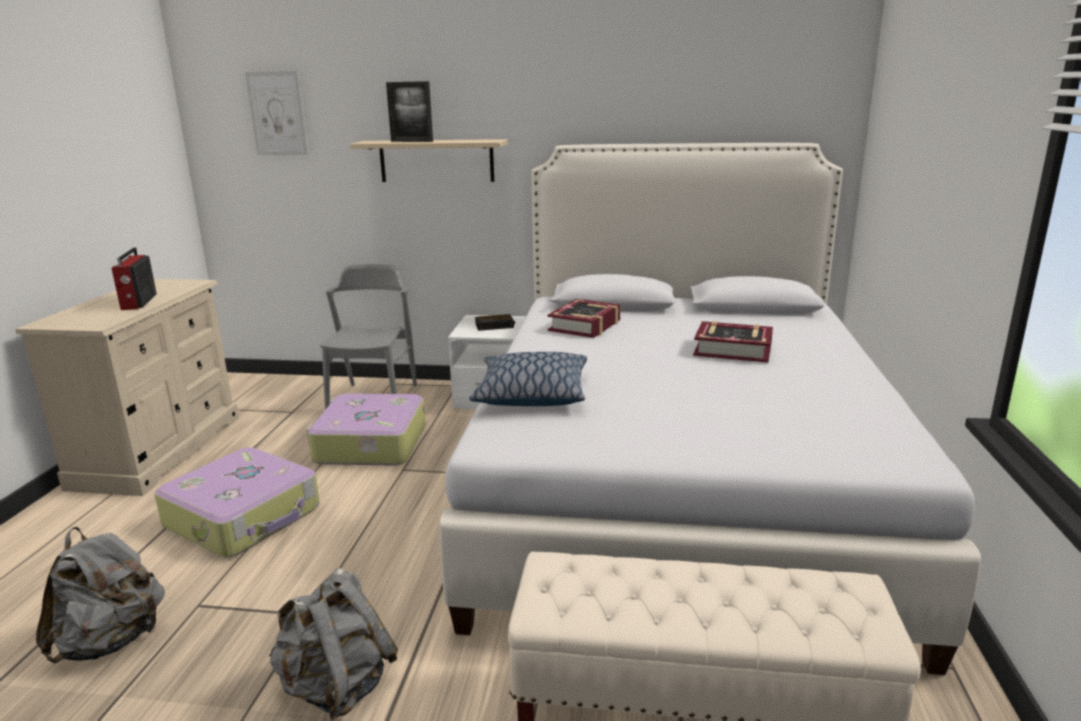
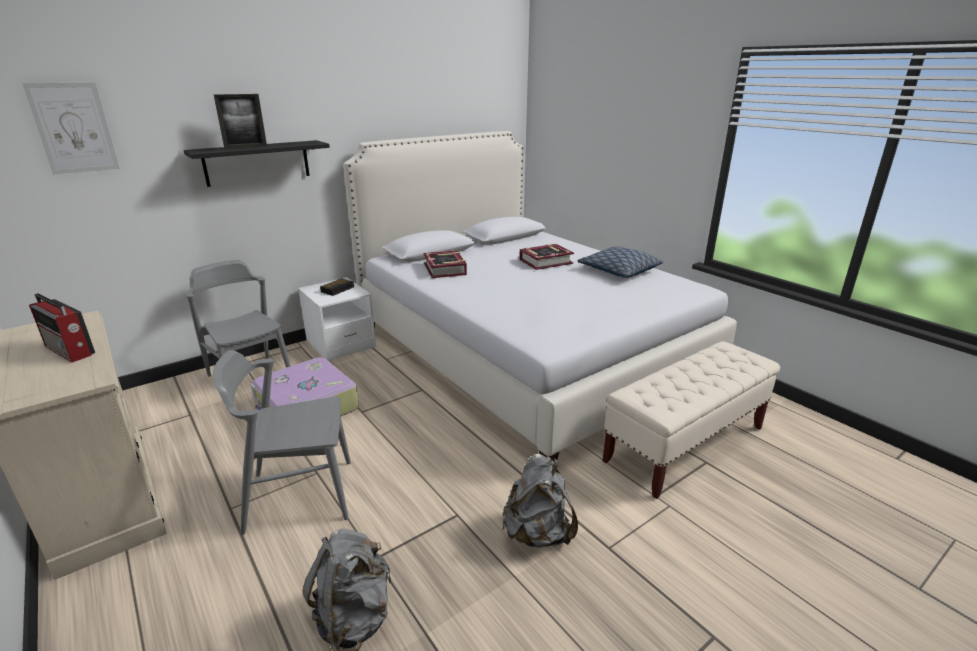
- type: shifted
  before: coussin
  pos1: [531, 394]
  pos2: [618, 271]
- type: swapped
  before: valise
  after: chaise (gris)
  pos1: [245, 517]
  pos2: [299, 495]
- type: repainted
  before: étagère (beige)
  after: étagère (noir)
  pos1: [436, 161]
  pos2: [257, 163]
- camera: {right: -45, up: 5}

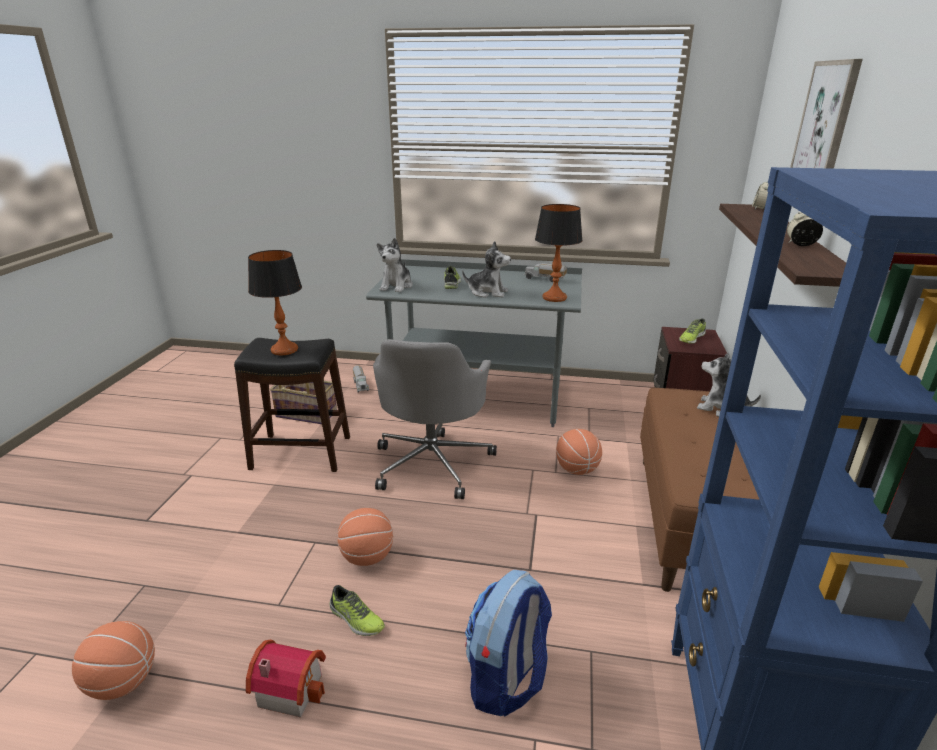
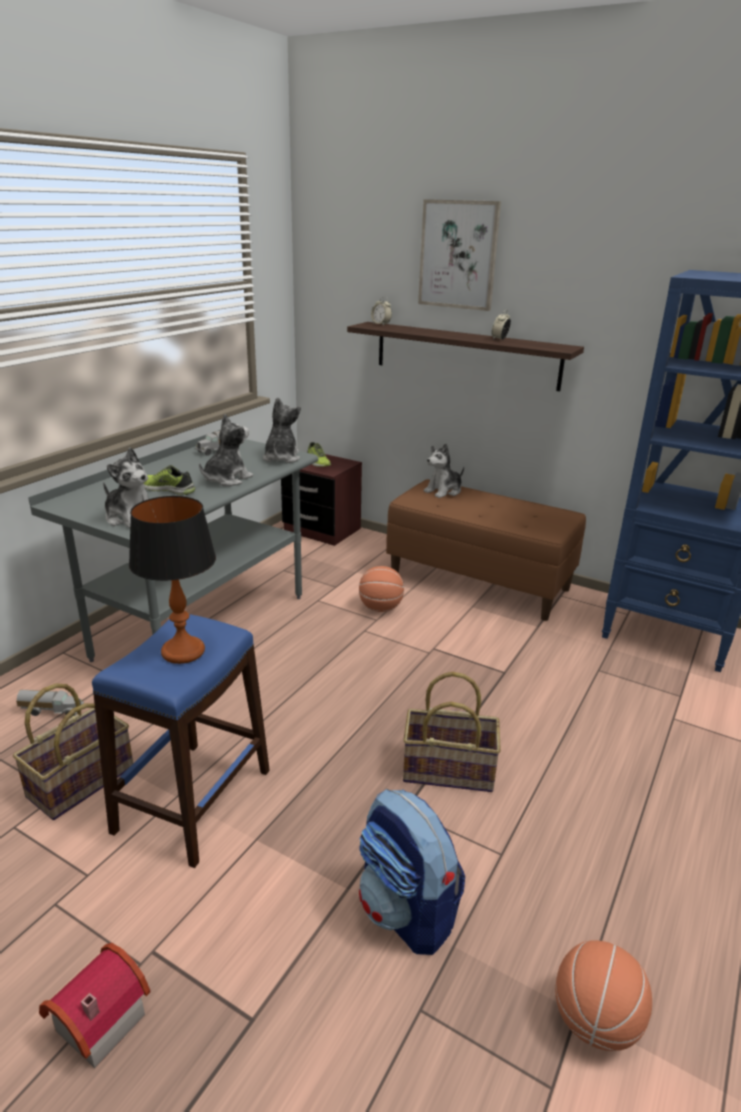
- type: gone
  before: chaussure
  pos1: [356, 619]
- type: gone
  before: chaise de bureau (gris)
  pos1: [433, 462]
- type: shifted
  before: maison miniature
  pos1: [290, 686]
  pos2: [95, 1021]
- type: shifted
  before: sac à dos
  pos1: [506, 679]
  pos2: [407, 912]
- type: swapped
  before: ballon de basket
  after: panier
  pos1: [367, 557]
  pos2: [449, 769]
- type: swapped
  before: lampe de table
  after: peluche
  pos1: [554, 297]
  pos2: [281, 458]
- type: repainted
  before: tabouret (noir)
  after: tabouret (bleu)
  pos1: [301, 452]
  pos2: [192, 800]
- camera: {right: -70, up: 0}

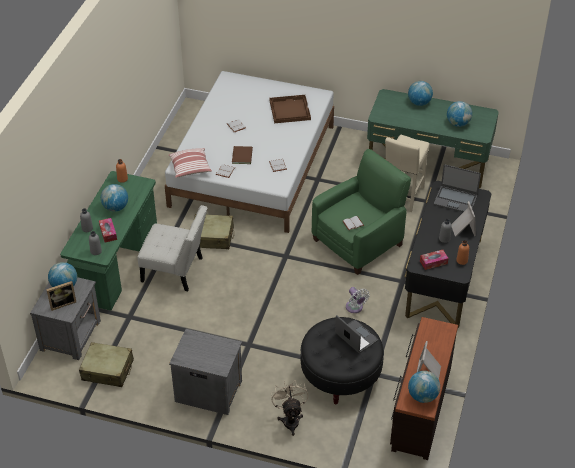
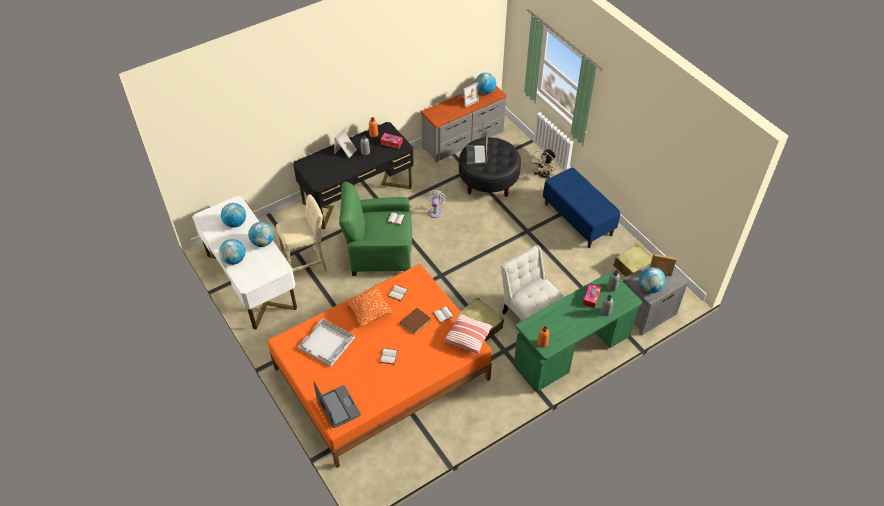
- type: new
  after: coussin (orange)
  pos2: [369, 312]
- type: shifted
  before: globe
  pos1: [115, 207]
  pos2: [263, 242]
- type: shifted
  before: ordinateur portable
  pos1: [455, 200]
  pos2: [338, 407]
- type: swapped
  before: table de chevet (gris)
  after: banc (bleu)
  pos1: [208, 390]
  pos2: [578, 219]
- type: repainted
  before: lit (blanc)
  after: lit (orange)
  pos1: [253, 165]
  pos2: [381, 373]
- type: repainted
  before: plateau (marron)
  after: plateau (blanc)
  pos1: [289, 110]
  pos2: [327, 343]
- type: repainted
  before: bureau (vert)
  after: bureau (blanc)
  pos1: [428, 162]
  pos2: [251, 281]
- type: repainted
  before: commode (marron)
  after: commode (gris)
  pos1: [420, 408]
  pos2: [463, 140]
- camera: {right: -140, up: 5}

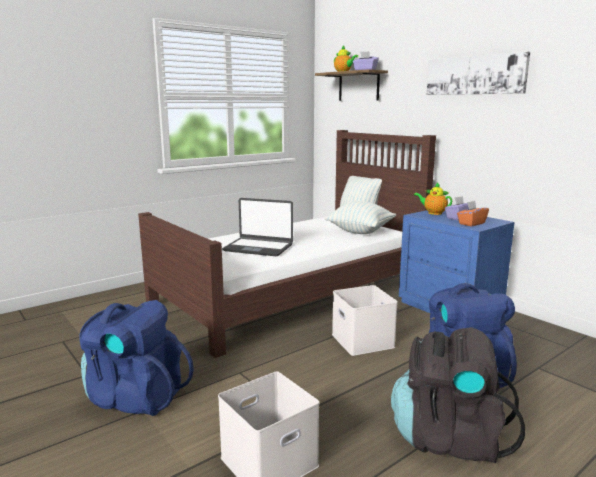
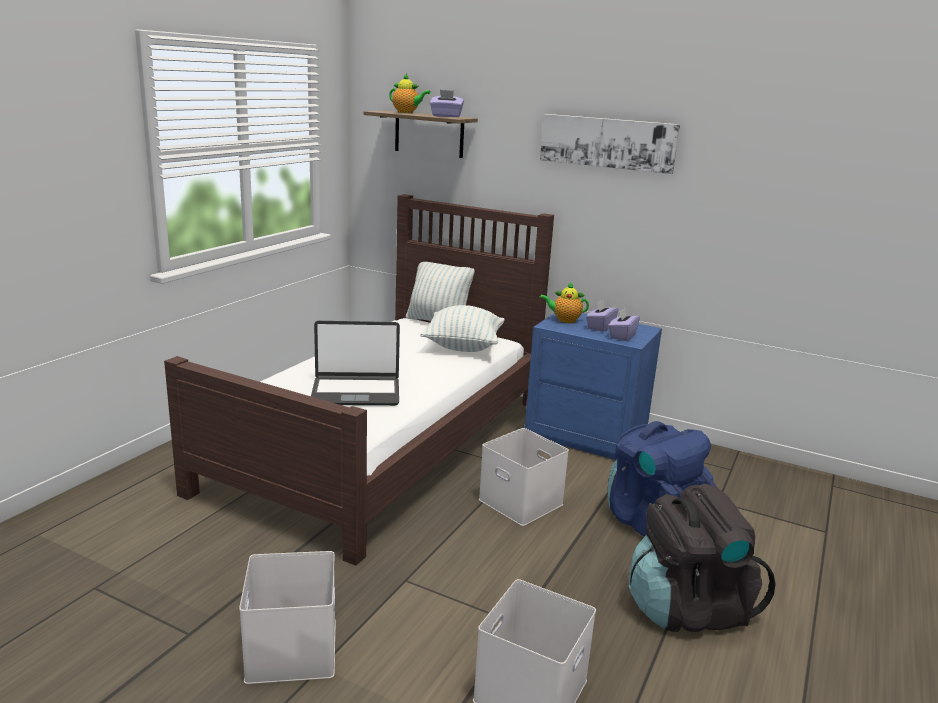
- type: swapped
  before: sac à dos (bleu)
  after: boîte de rangement (blanc)
  pos1: [135, 397]
  pos2: [294, 650]
- type: repainted
  before: boîte à mouchoirs (orange)
  after: boîte à mouchoirs (violet)
  pos1: [471, 223]
  pos2: [622, 336]
- camera: {right: -25, up: 5}

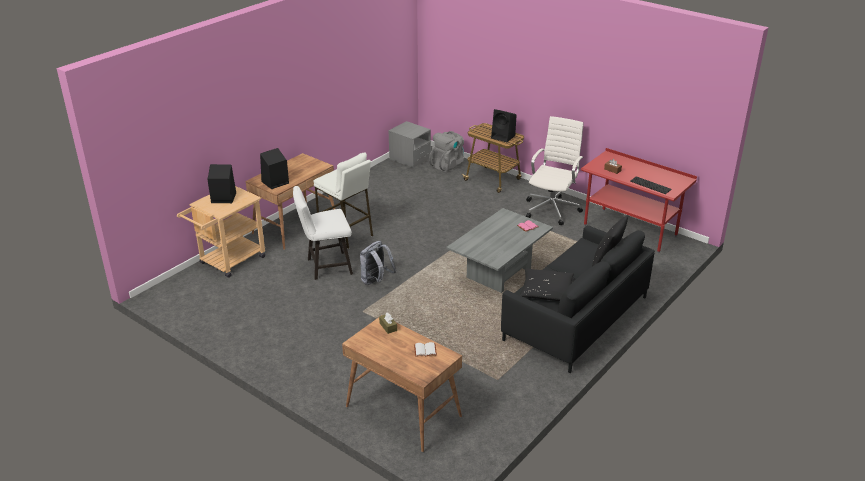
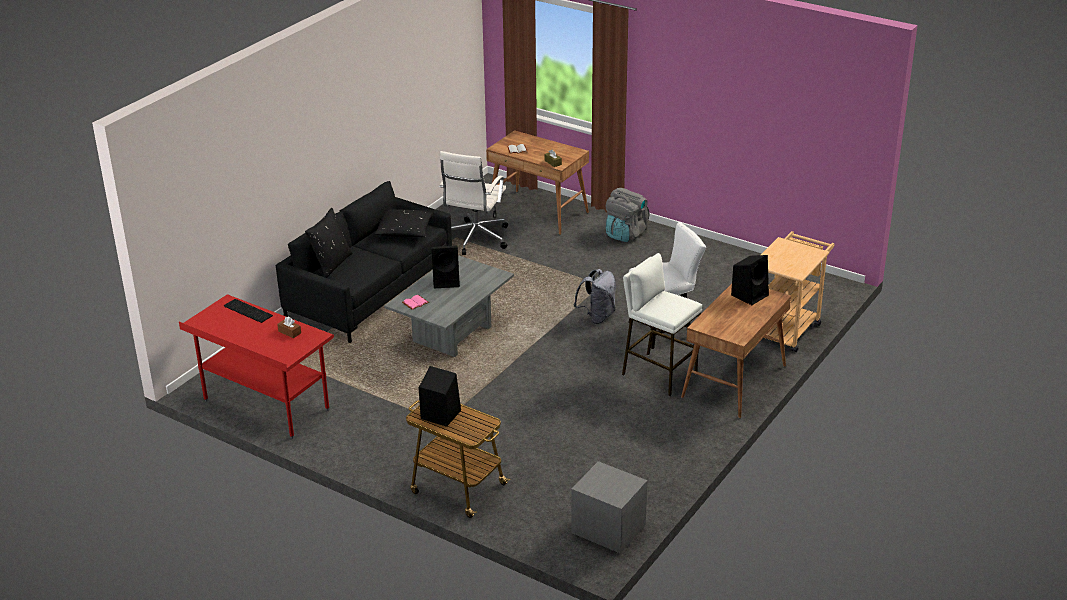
- type: shifted
  before: enceinte (noir)
  pos1: [223, 198]
  pos2: [447, 281]
- type: shifted
  before: sac à dos (gris)
  pos1: [447, 165]
  pos2: [625, 234]
- type: shifted
  before: chaise de bureau (blanc)
  pos1: [552, 209]
  pos2: [475, 239]
- camera: {right: 175, up: 0}

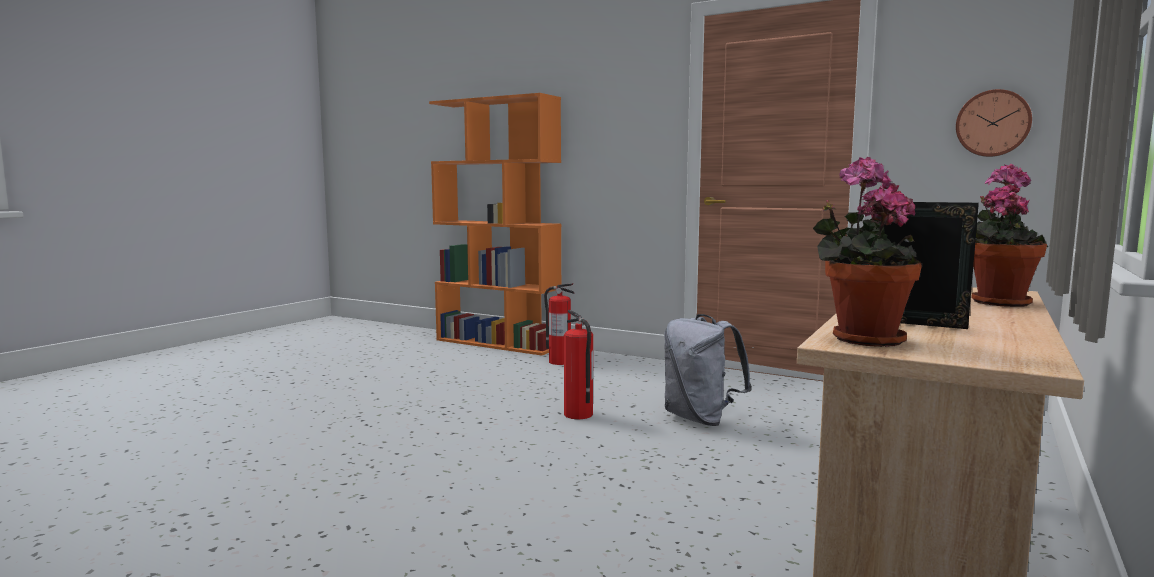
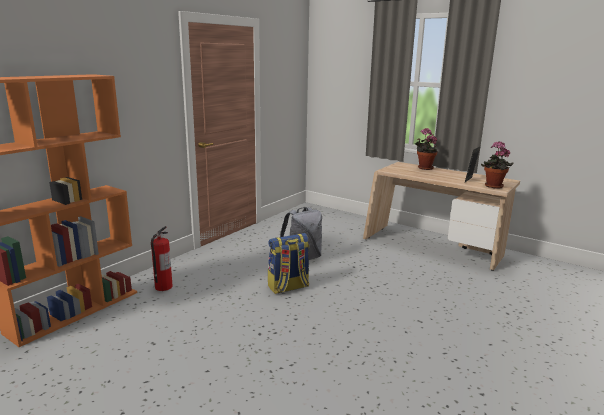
- type: gone
  before: horloge murale
  pos1: [992, 123]
- type: swapped
  before: extincteur
  after: sac à dos
  pos1: [578, 414]
  pos2: [288, 287]
- camera: {right: -85, up: 10}

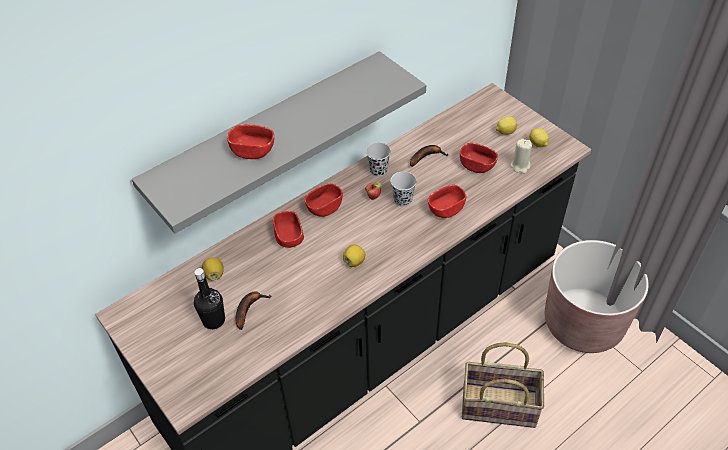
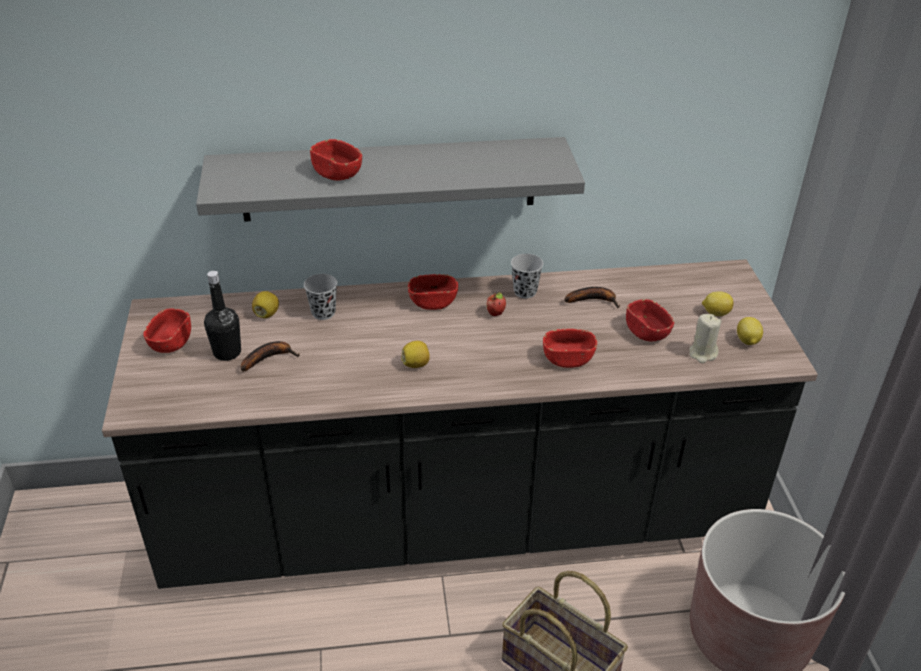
- type: shifted
  before: bol (rouge)
  pos1: [289, 237]
  pos2: [171, 342]
- type: shifted
  before: tasse (noir)
  pos1: [403, 200]
  pos2: [323, 313]
- camera: {right: 30, up: -10}

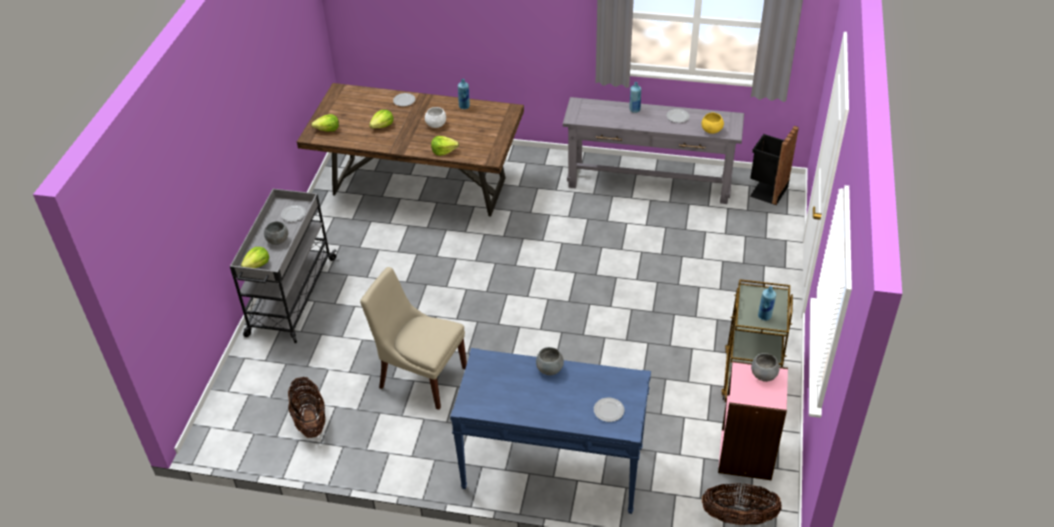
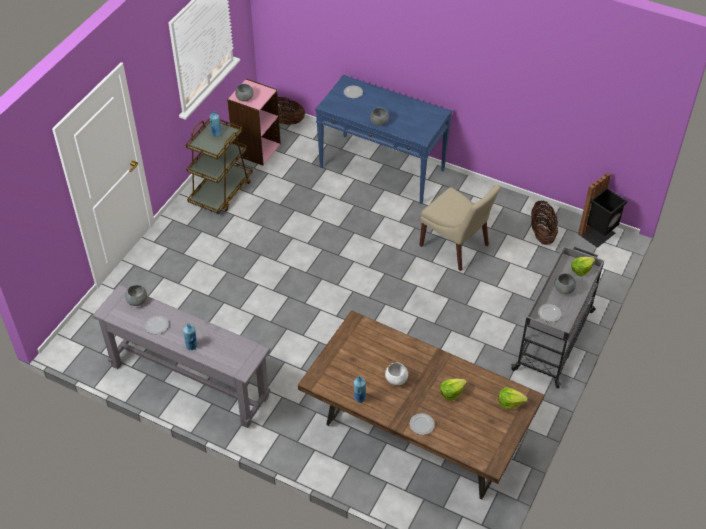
- type: gone
  before: laitue
  pos1: [444, 151]
- type: shifted
  before: poubelle (noir)
  pos1: [767, 191]
  pos2: [598, 234]
- type: repainted
  before: bol (jaune)
  after: bol (gris)
  pos1: [711, 130]
  pos2: [137, 301]
- camera: {right: -165, up: 5}

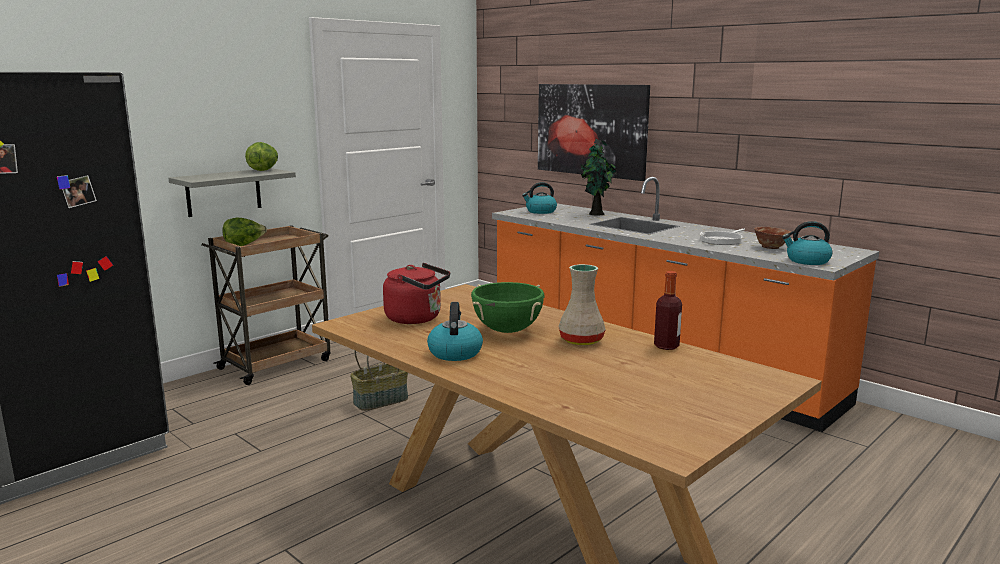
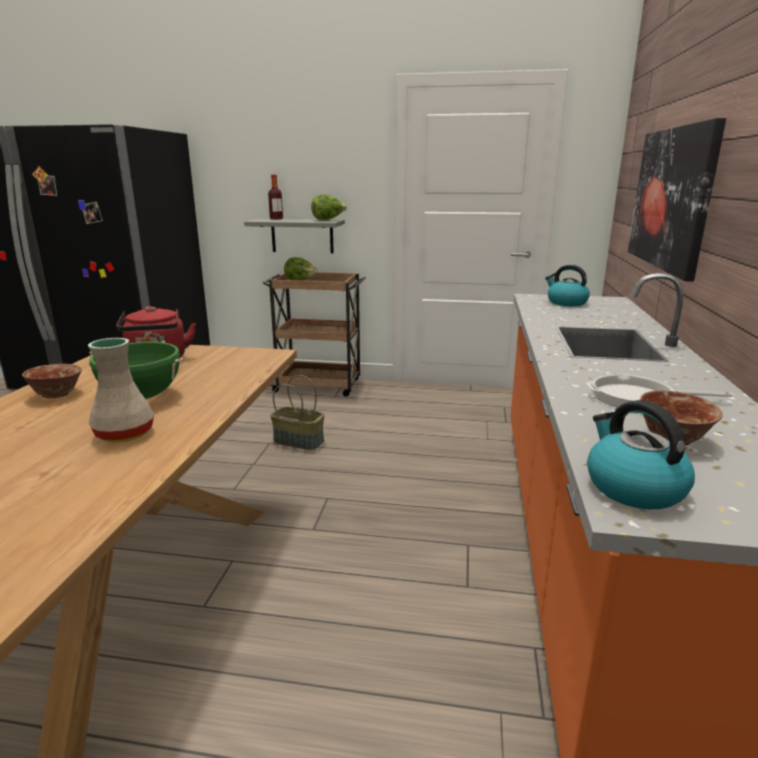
- type: gone
  before: plante en pot
  pos1: [597, 214]
- type: shifted
  before: bouteille
  pos1: [666, 346]
  pos2: [276, 219]
- type: swapped
  before: bouilloire
  after: bol
  pos1: [455, 352]
  pos2: [57, 395]
- camera: {right: 55, up: 5}

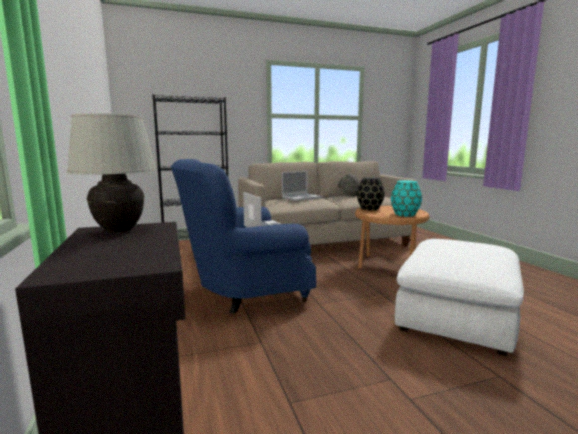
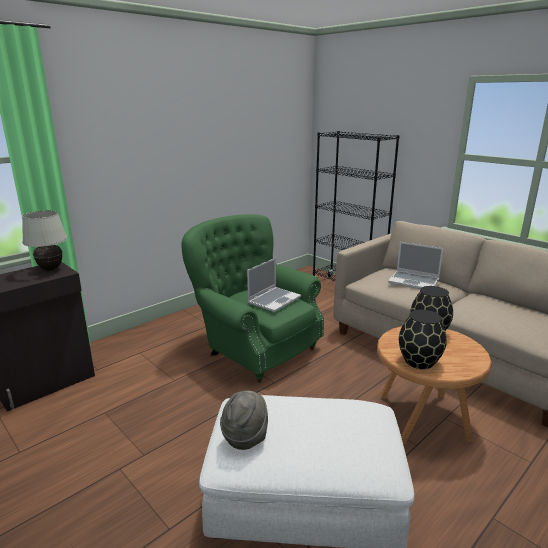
- type: shifted
  before: chapeau (gris)
  pos1: [348, 195]
  pos2: [245, 436]
- type: repainted
  before: fauteuil (bleu)
  after: fauteuil (vert)
  pos1: [245, 292]
  pos2: [254, 348]
- type: repainted
  before: vase (turquoise)
  after: vase (noir)
  pos1: [405, 215]
  pos2: [419, 362]
- camera: {right: 65, up: 10}

